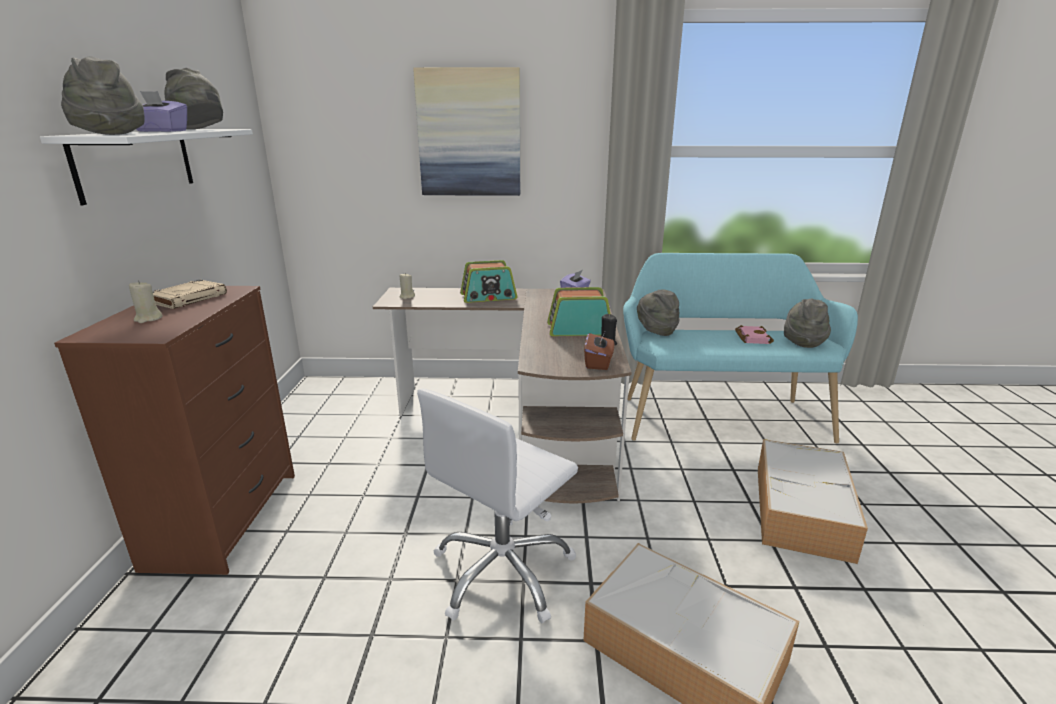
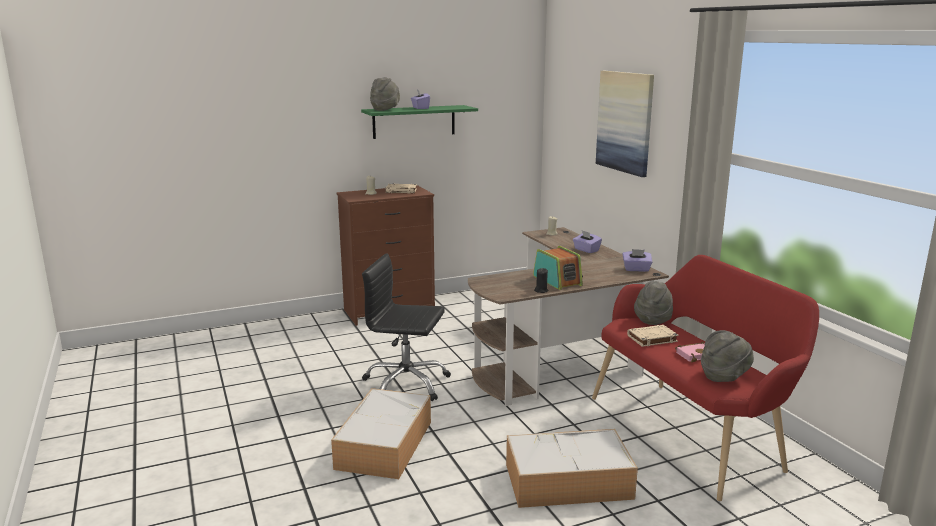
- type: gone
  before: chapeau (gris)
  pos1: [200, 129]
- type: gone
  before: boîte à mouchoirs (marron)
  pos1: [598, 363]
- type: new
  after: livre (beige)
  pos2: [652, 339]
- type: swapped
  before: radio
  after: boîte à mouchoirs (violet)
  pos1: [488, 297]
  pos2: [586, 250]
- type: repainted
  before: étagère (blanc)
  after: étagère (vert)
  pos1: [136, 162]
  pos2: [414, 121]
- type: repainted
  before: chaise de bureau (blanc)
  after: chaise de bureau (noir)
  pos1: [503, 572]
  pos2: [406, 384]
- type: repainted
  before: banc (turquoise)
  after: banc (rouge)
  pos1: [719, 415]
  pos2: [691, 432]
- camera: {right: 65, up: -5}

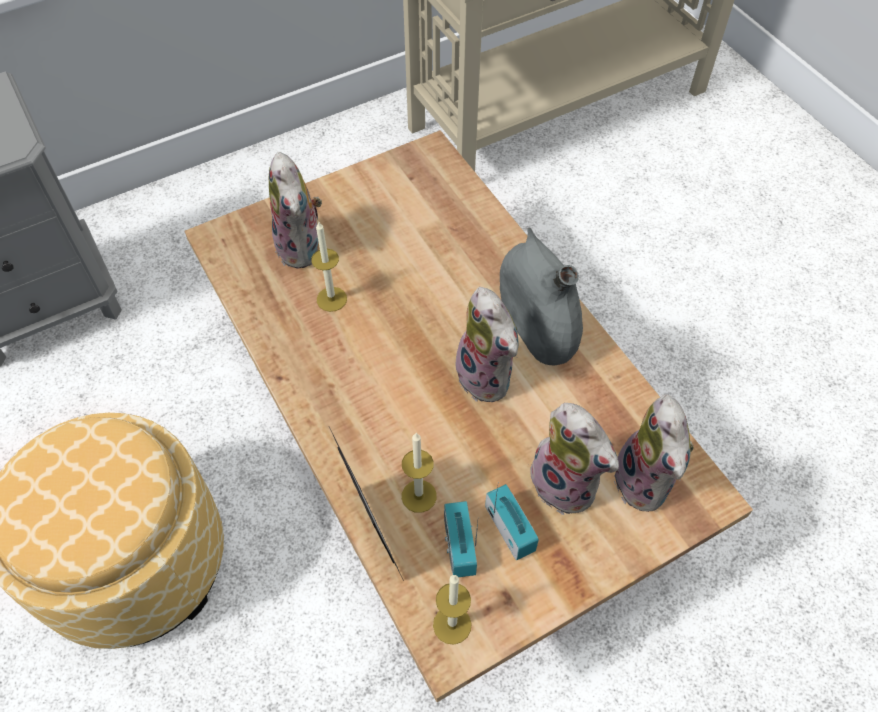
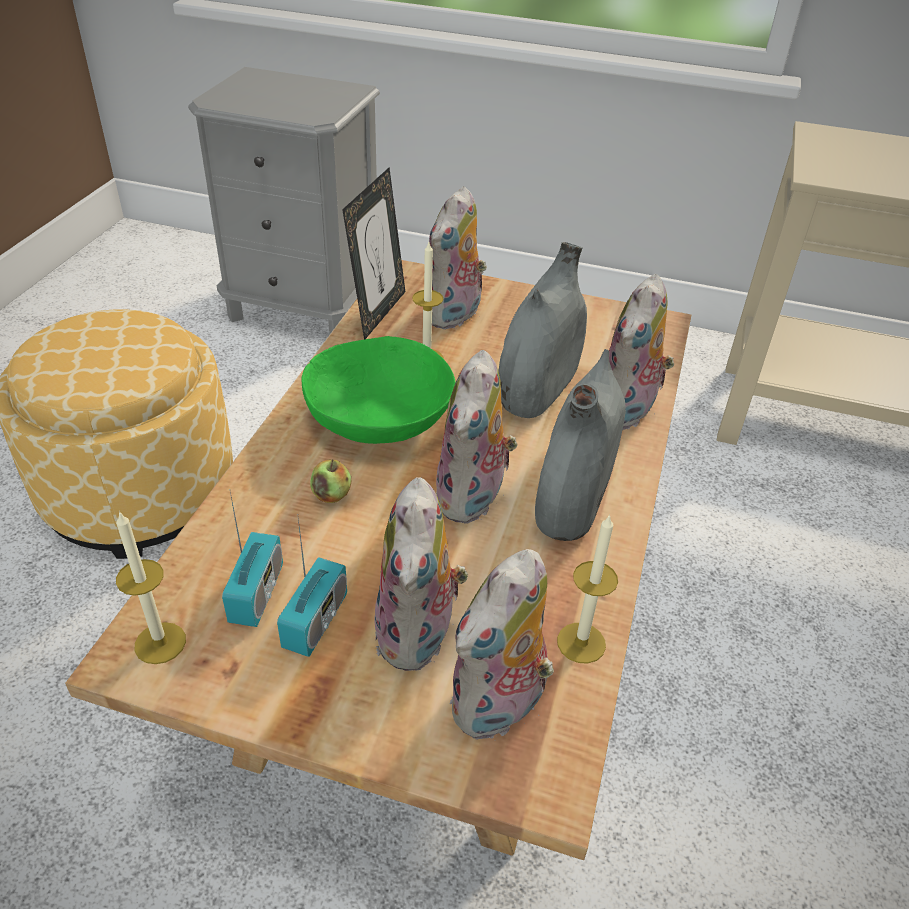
- type: new
  after: bol (vert)
  pos2: [379, 418]
- type: new
  after: pomme
  pos2: [331, 495]
- type: new
  after: vase (gris)
  pos2: [538, 388]
- type: new
  after: peluche
  pos2: [626, 413]
- type: shifted
  before: cadre photo
  pos1: [372, 536]
  pos2: [378, 313]
- type: shifted
  before: bougie
  pos1: [419, 496]
  pos2: [581, 643]
- type: rotated
  before: radio
  pos1: [459, 546]
  pos2: [257, 594]
  turn: 150
- camera: {right: 45, up: -15}

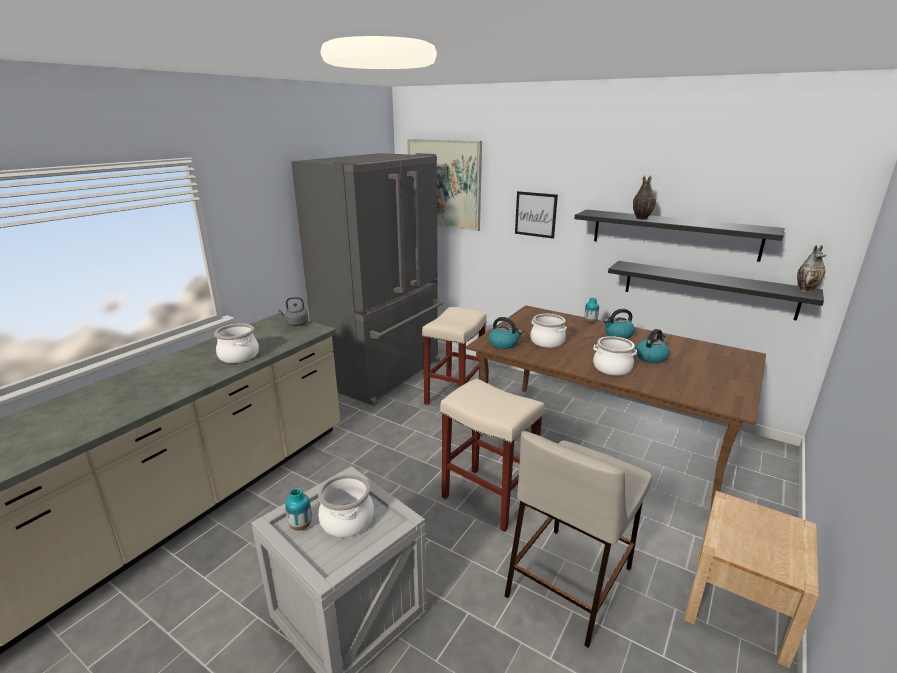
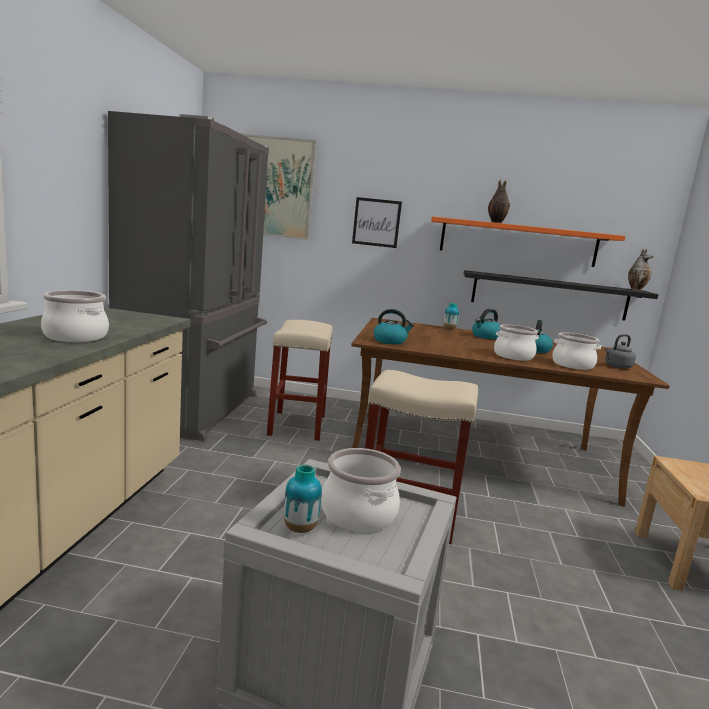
- type: gone
  before: tabouret (beige)
  pos1: [569, 580]
- type: shifted
  before: bouilloire (gris)
  pos1: [295, 324]
  pos2: [617, 366]
- type: shifted
  before: marmite
  pos1: [547, 341]
  pos2: [572, 365]
- type: repainted
  before: étagère (noir)
  after: étagère (orange)
  pos1: [673, 234]
  pos2: [518, 242]
- camera: {right: -25, up: -10}

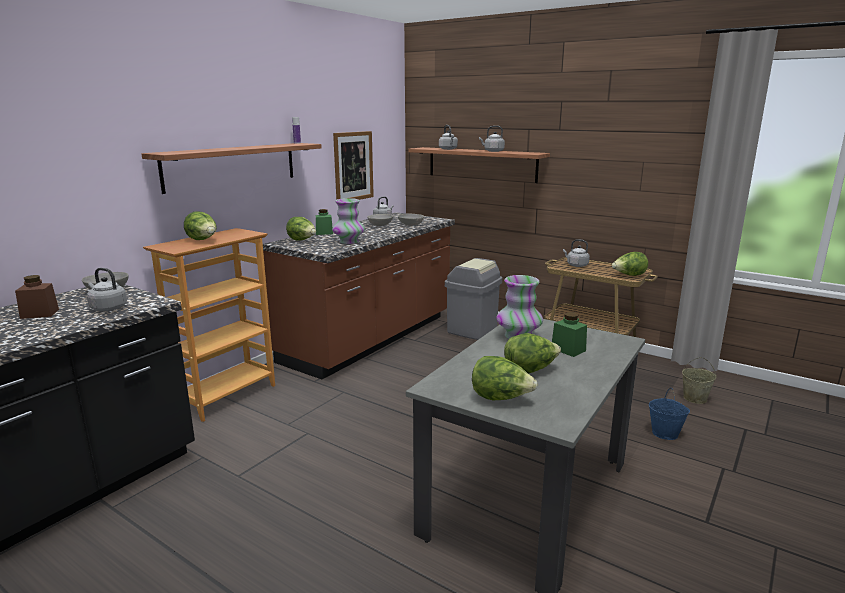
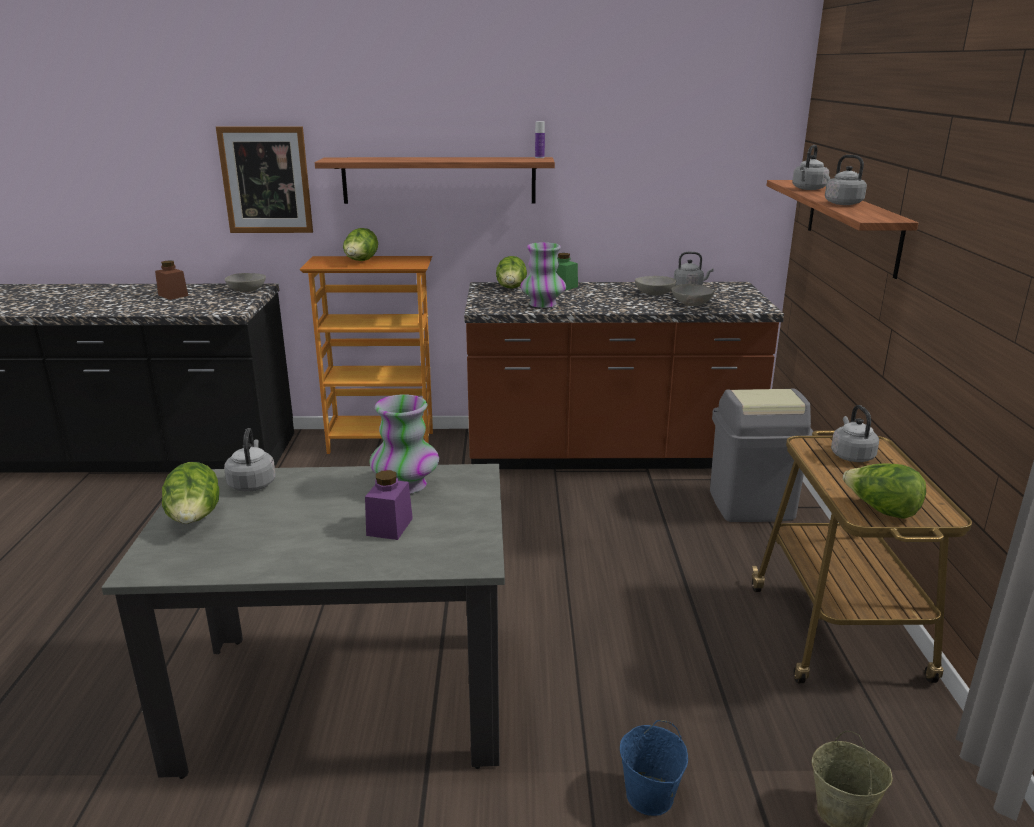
- type: gone
  before: laitue
  pos1: [530, 370]
- type: shifted
  before: bouilloire (gris)
  pos1: [107, 308]
  pos2: [252, 483]
- type: shifted
  before: tableau
  pos1: [353, 166]
  pos2: [266, 180]
- type: repainted
  before: bocal (vert)
  after: bocal (violet)
  pos1: [568, 349]
  pos2: [389, 527]
- camera: {right: 55, up: 5}

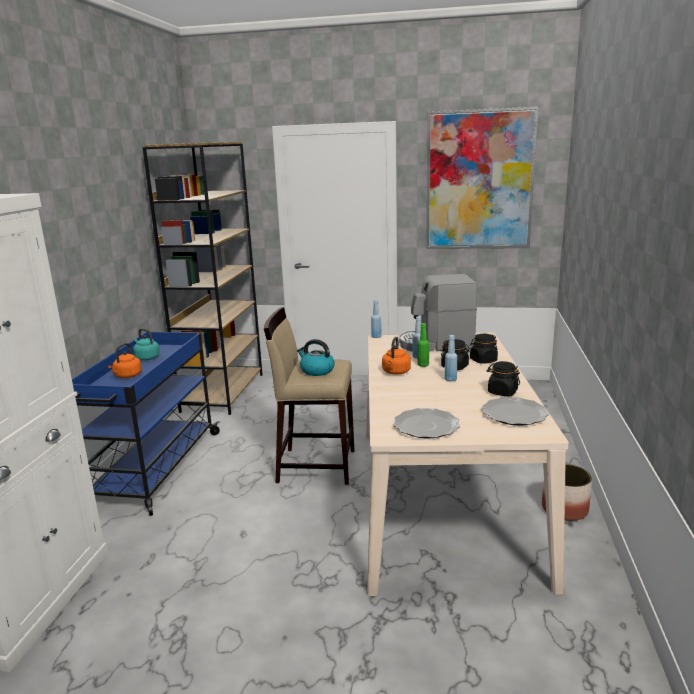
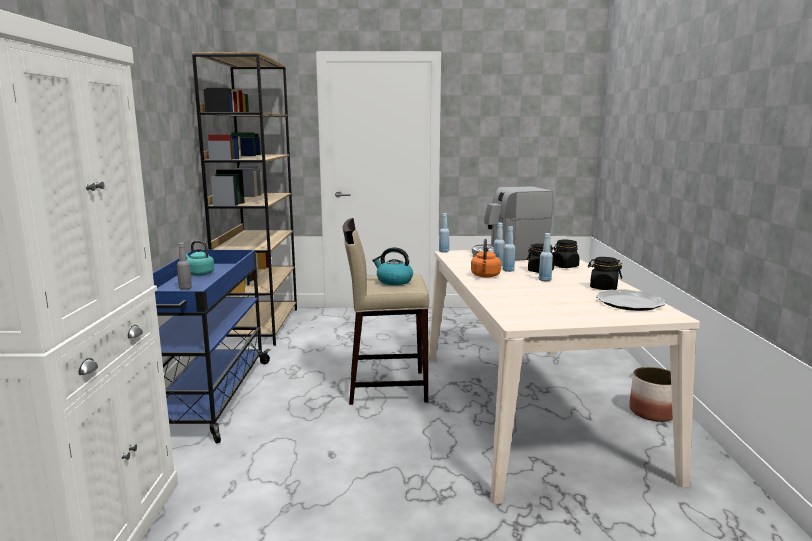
- type: gone
  before: assiette
  pos1: [425, 426]
- type: gone
  before: tableau
  pos1: [479, 181]
- type: swapped
  before: bouilloire (orange)
  after: bouteille (gris)
  pos1: [127, 376]
  pos2: [185, 288]
- type: repainted
  before: bouteille (vert)
  after: bouteille (bleu)
  pos1: [423, 365]
  pos2: [508, 270]
- camera: {right: -10, up: -5}

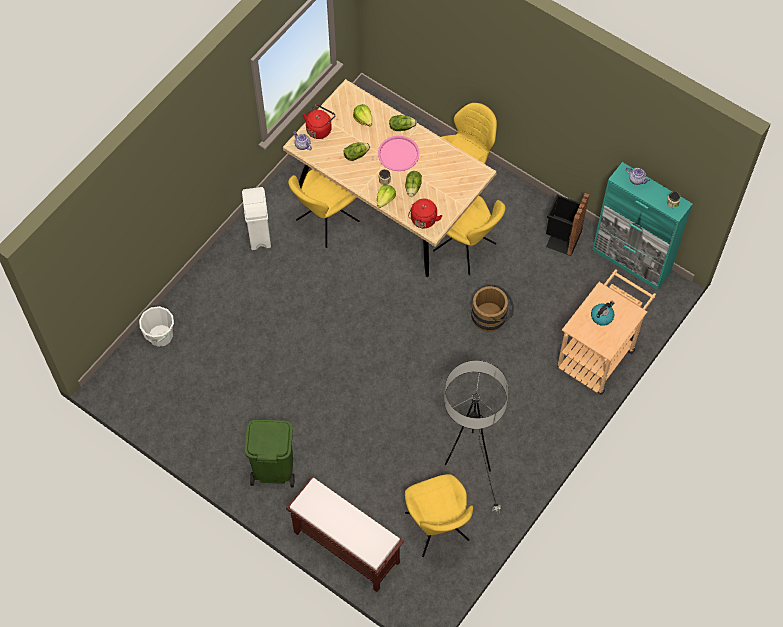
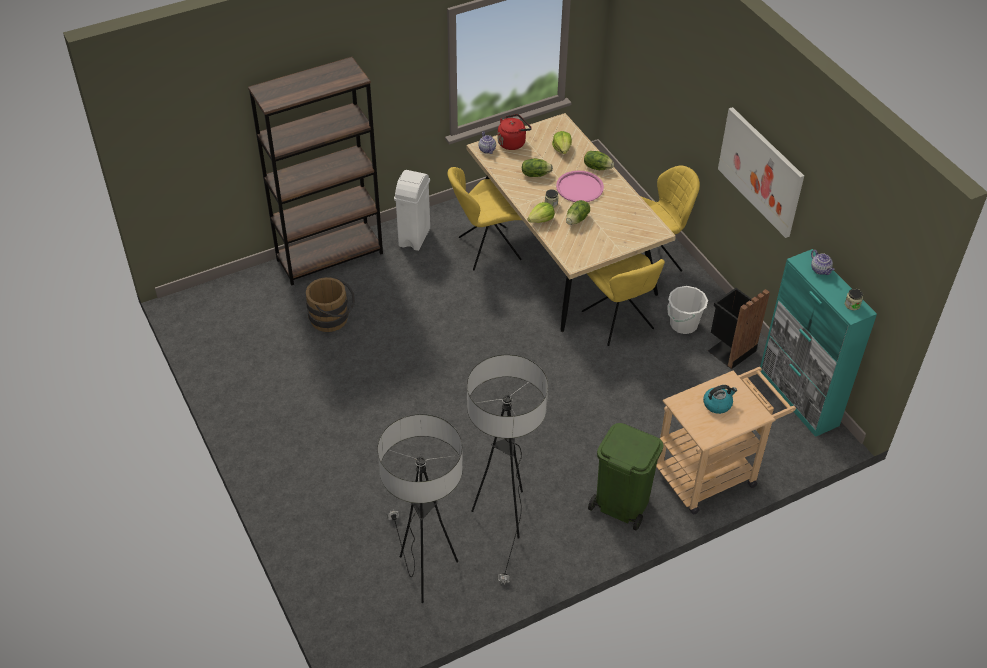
- type: gone
  before: banc (marron)
  pos1: [345, 547]
- type: gone
  before: bouilloire (rouge)
  pos1: [423, 221]
- type: new
  after: bibliothèque (marron)
  pos2: [330, 256]
- type: new
  after: tableau
  pos2: [761, 171]
- type: shifted
  before: seau (blanc)
  pos1: [160, 336]
  pos2: [683, 324]
- type: shifted
  before: poubelle (vert)
  pos1: [273, 468]
  pos2: [621, 504]
- type: shifted
  before: seau (marron)
  pos1: [492, 316]
  pos2: [333, 319]
- type: swapped
  before: chaise (jaune)
  after: lampadaire
  pos1: [437, 529]
  pos2: [425, 573]
- camera: {right: 25, up: -15}

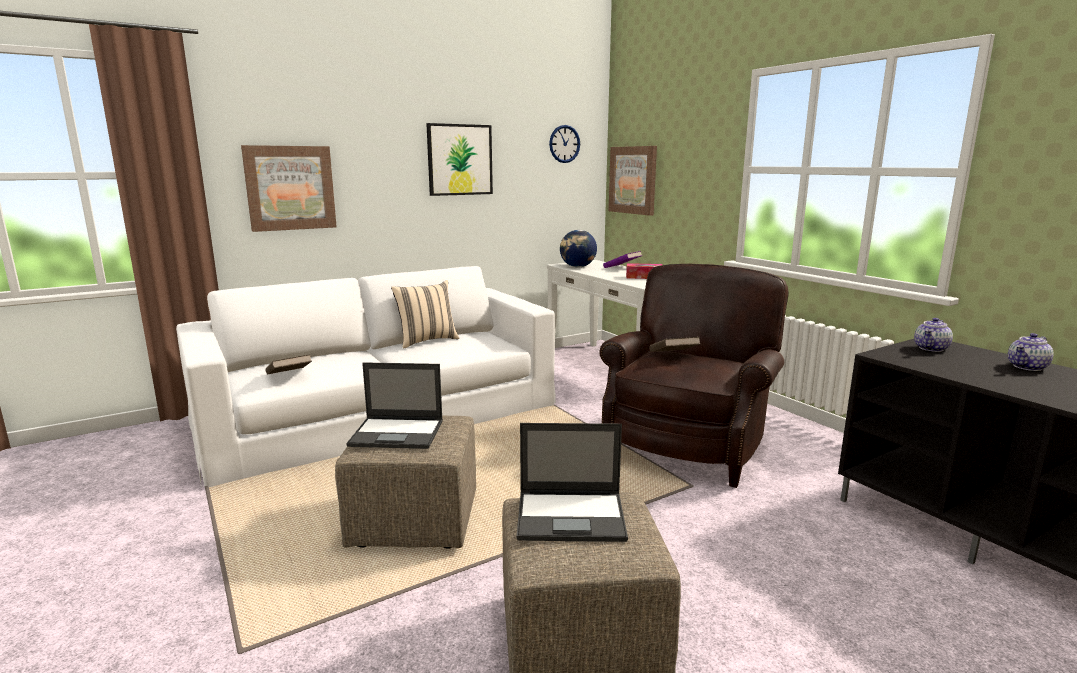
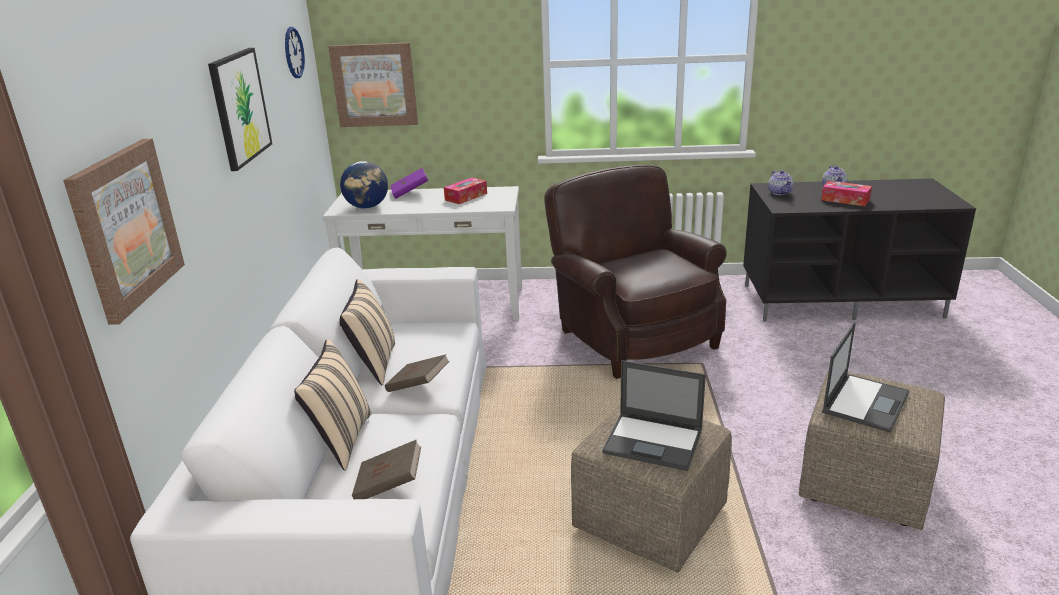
- type: new
  after: coussin (beige)
  pos2: [341, 440]
- type: new
  after: boîte à mouchoirs
  pos2: [845, 200]
- type: shifted
  before: livre (marron)
  pos1: [673, 356]
  pos2: [418, 386]
- type: rotated
  before: ordinateur portable
  pos1: [398, 433]
  pos2: [654, 442]
  turn: 75
- camera: {right: -55, up: 10}

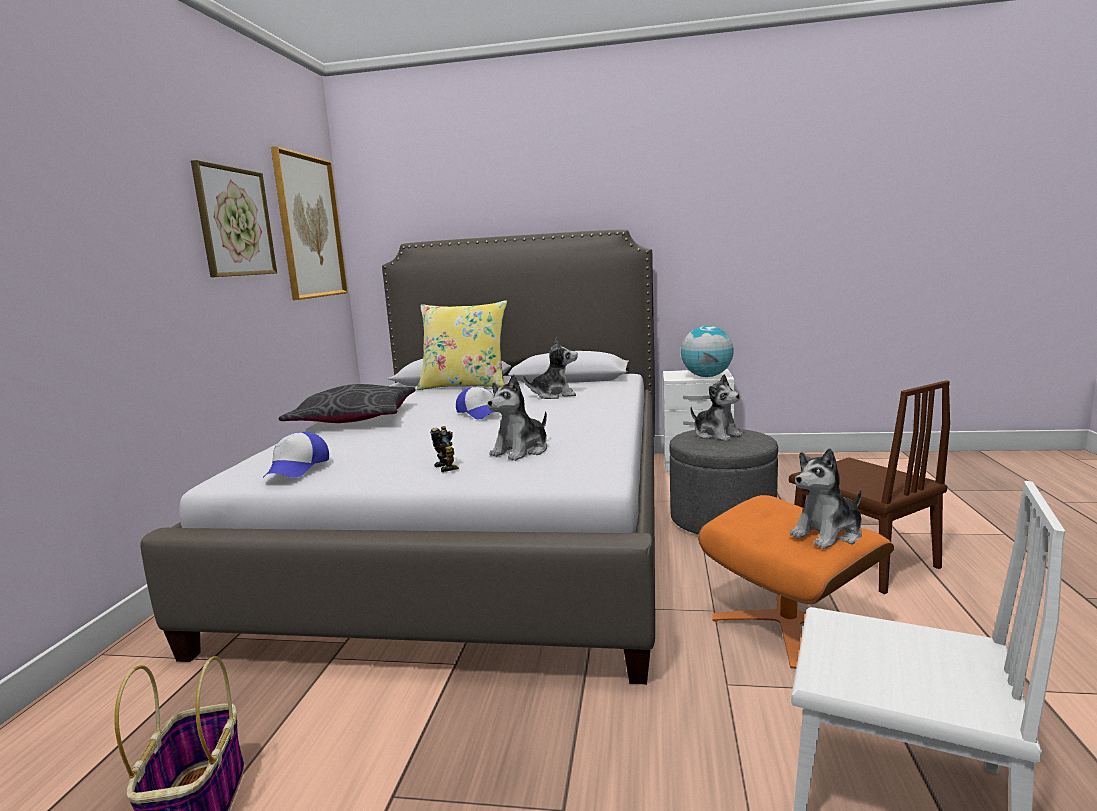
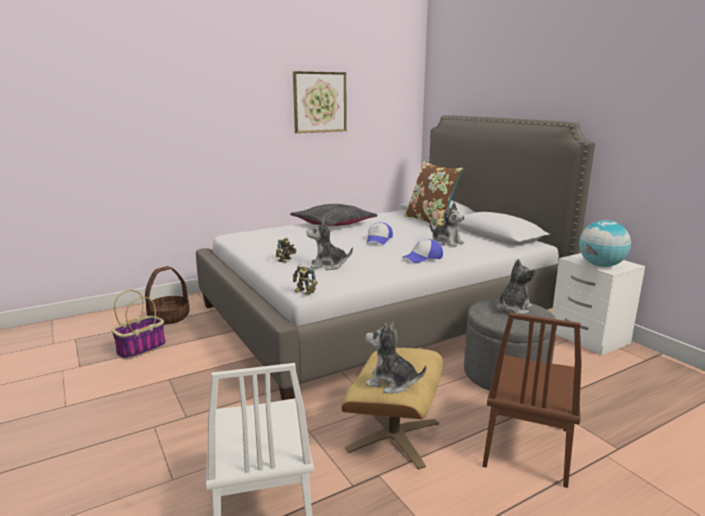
- type: gone
  before: tableau
  pos1: [310, 227]
- type: new
  after: panier
  pos2: [169, 317]
- type: new
  after: robot jouet
  pos2: [303, 292]
- type: shifted
  before: casquette
  pos1: [297, 468]
  pos2: [423, 258]
- type: repainted
  before: coussin (jaune)
  after: coussin (marron)
  pos1: [465, 386]
  pos2: [431, 221]
- type: repainted
  before: pouf (orange)
  after: pouf (beige)
  pos1: [789, 623]
  pos2: [394, 436]
- type: rotated
  before: peluche
  pos1: [716, 435]
  pos2: [513, 308]
  turn: -150
- camera: {right: 50, up: 5}

